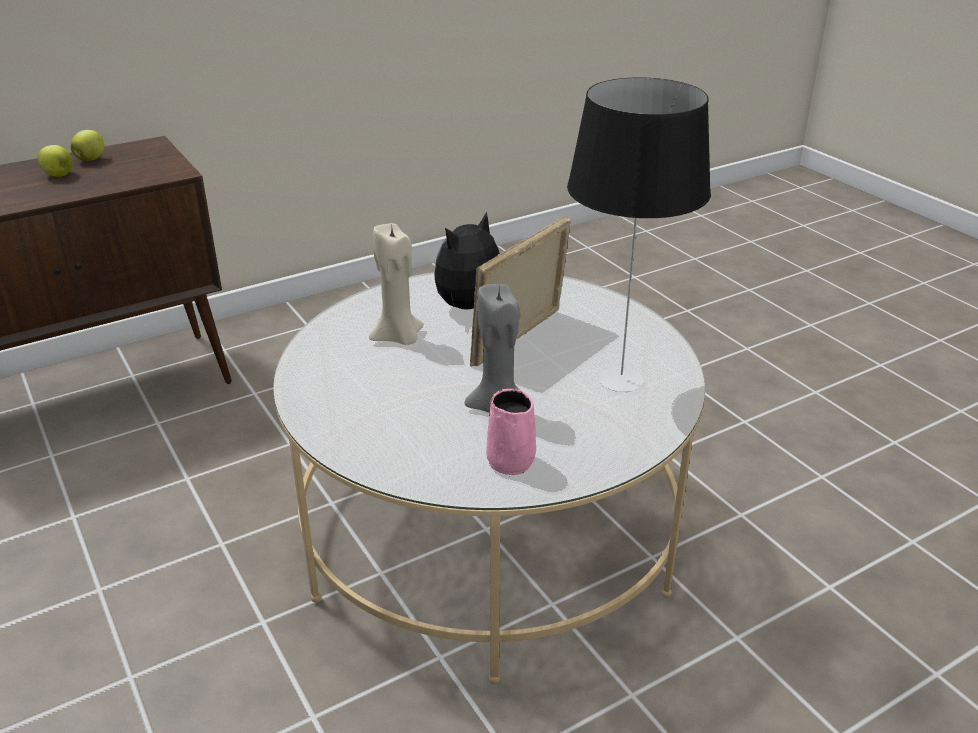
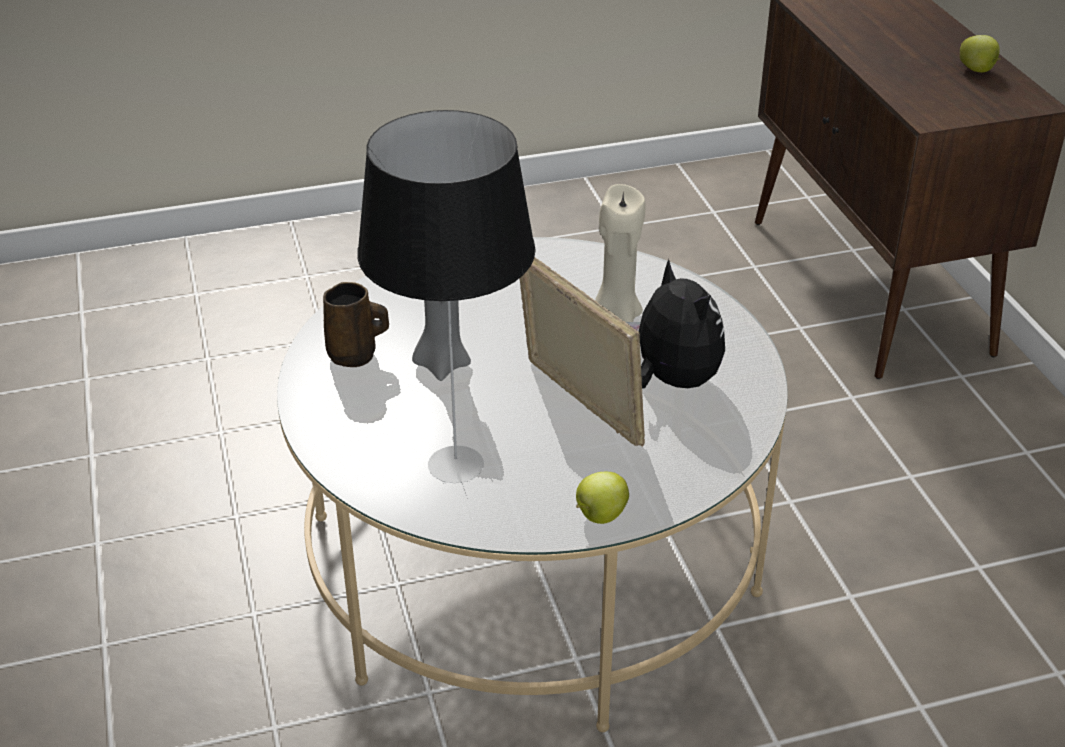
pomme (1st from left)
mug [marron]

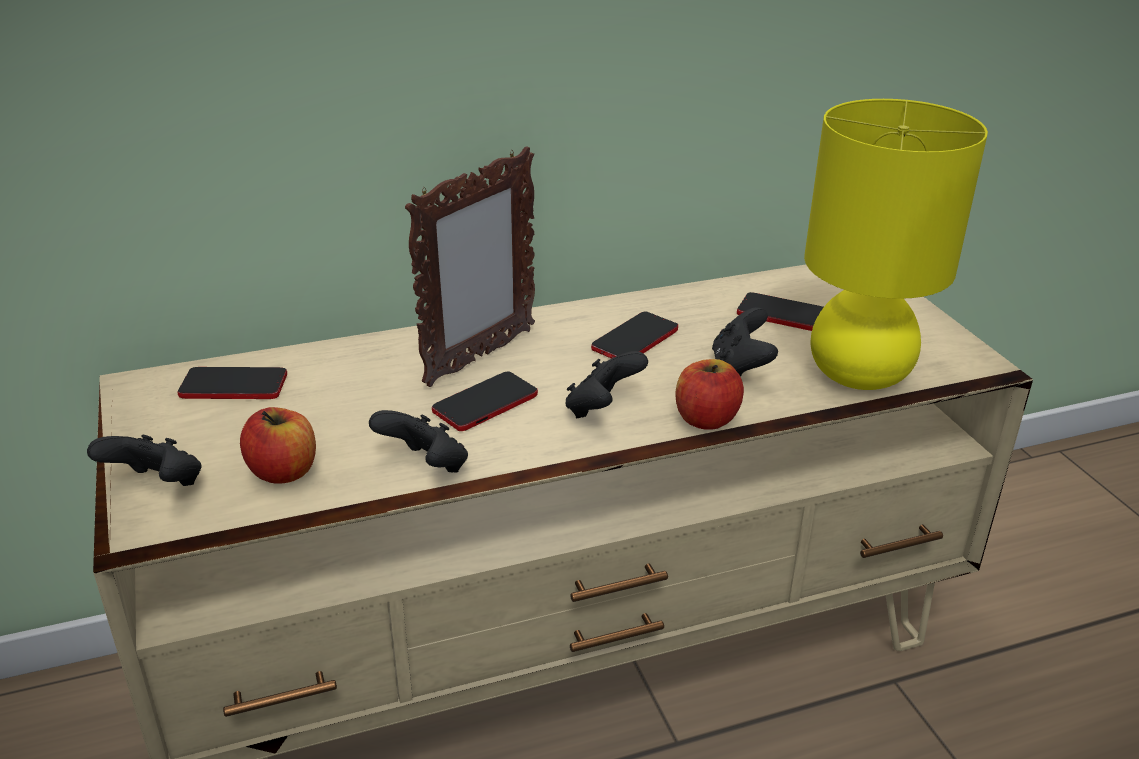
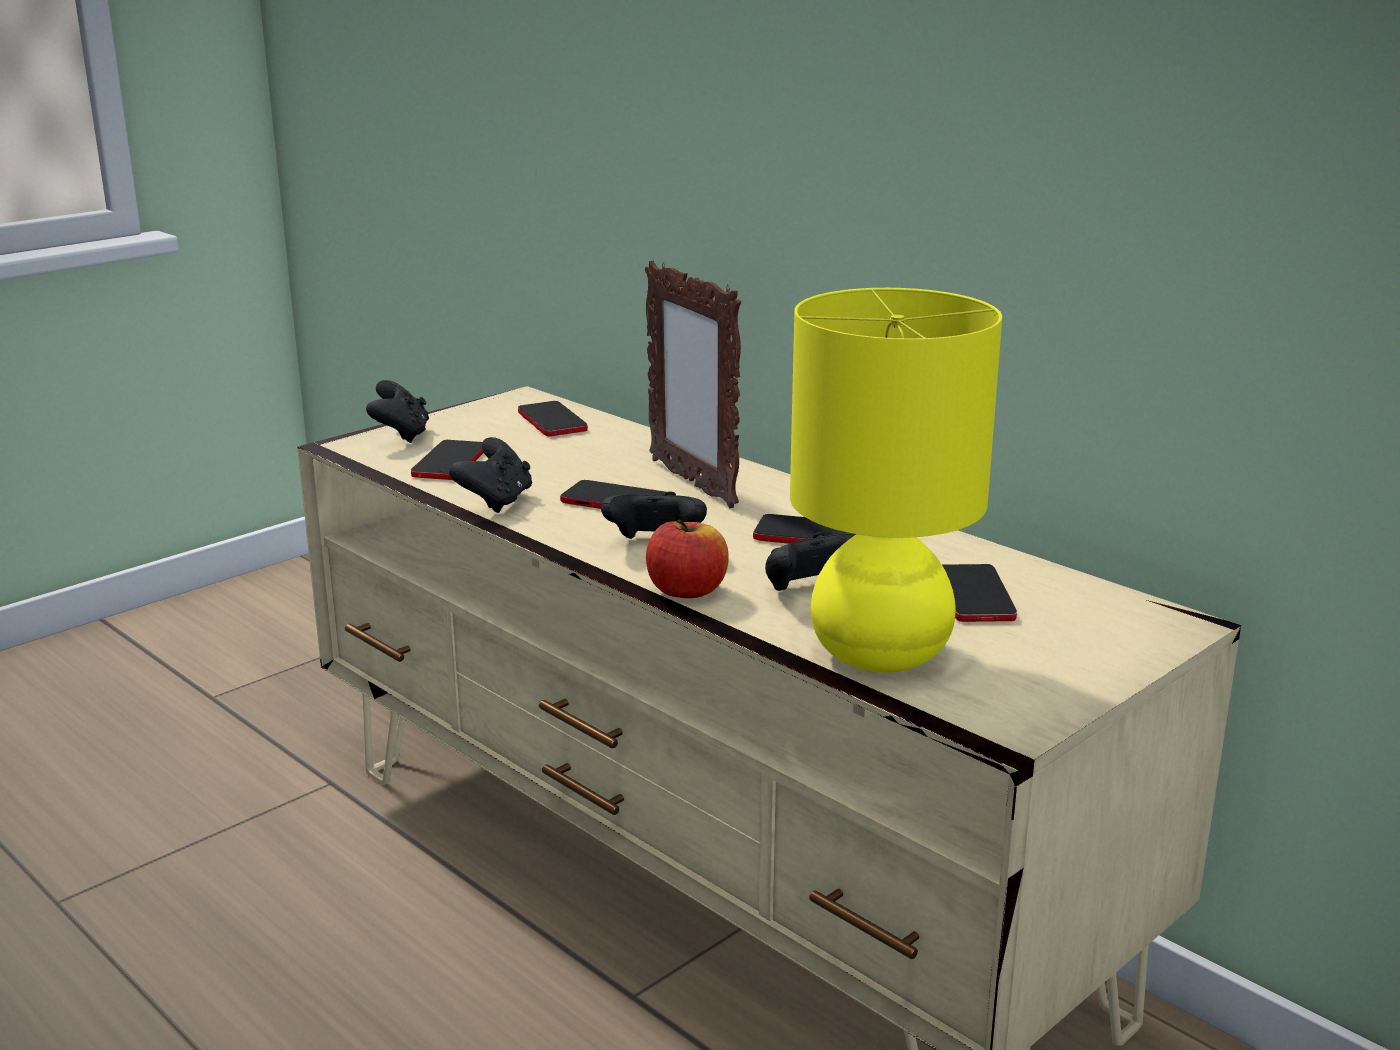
téléphone (1st from left)
cadre photo

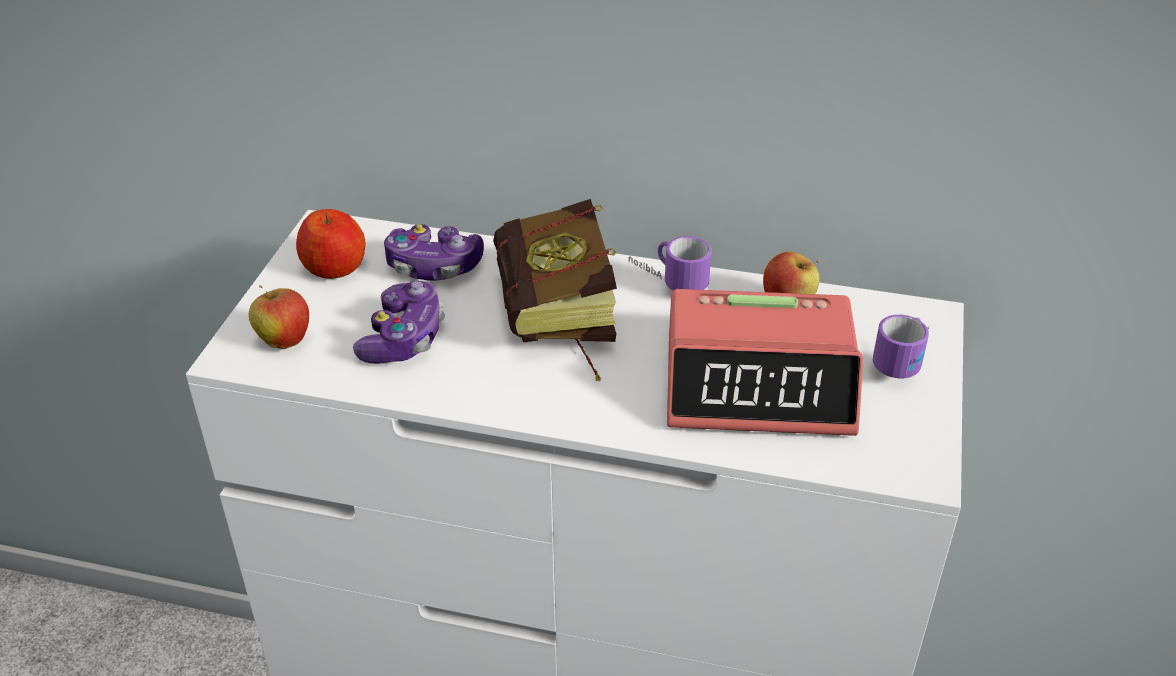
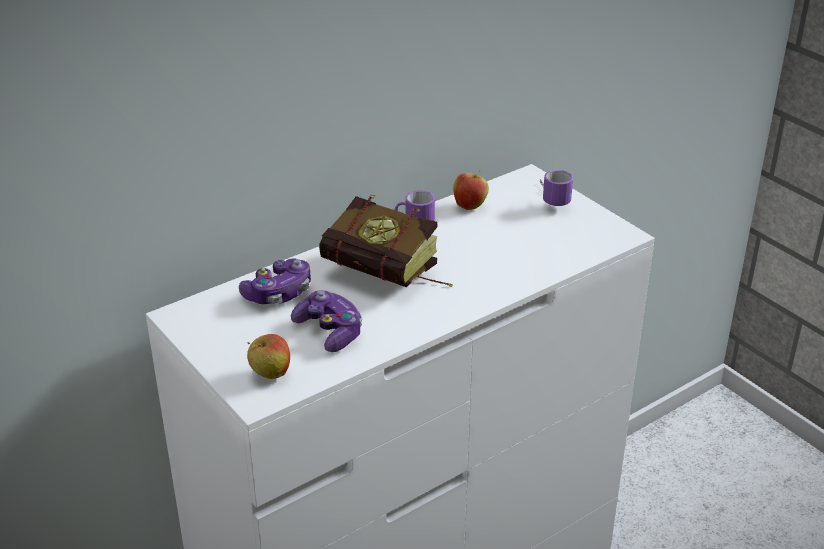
pomme (2nd from left in the first image)
réveil

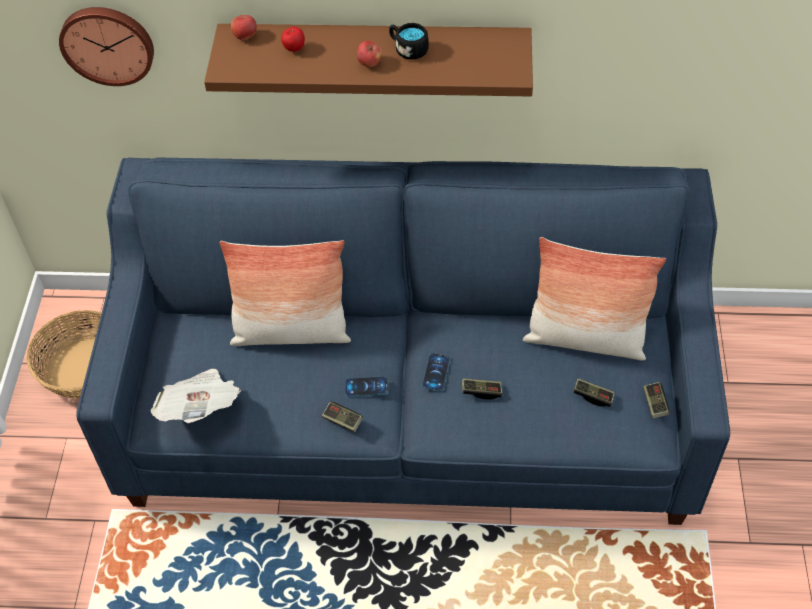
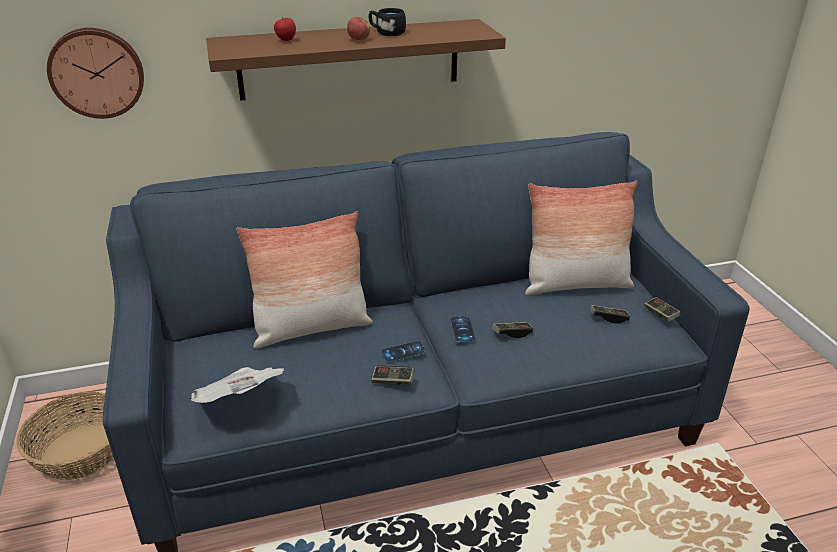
pomme (1st from left in the first image)

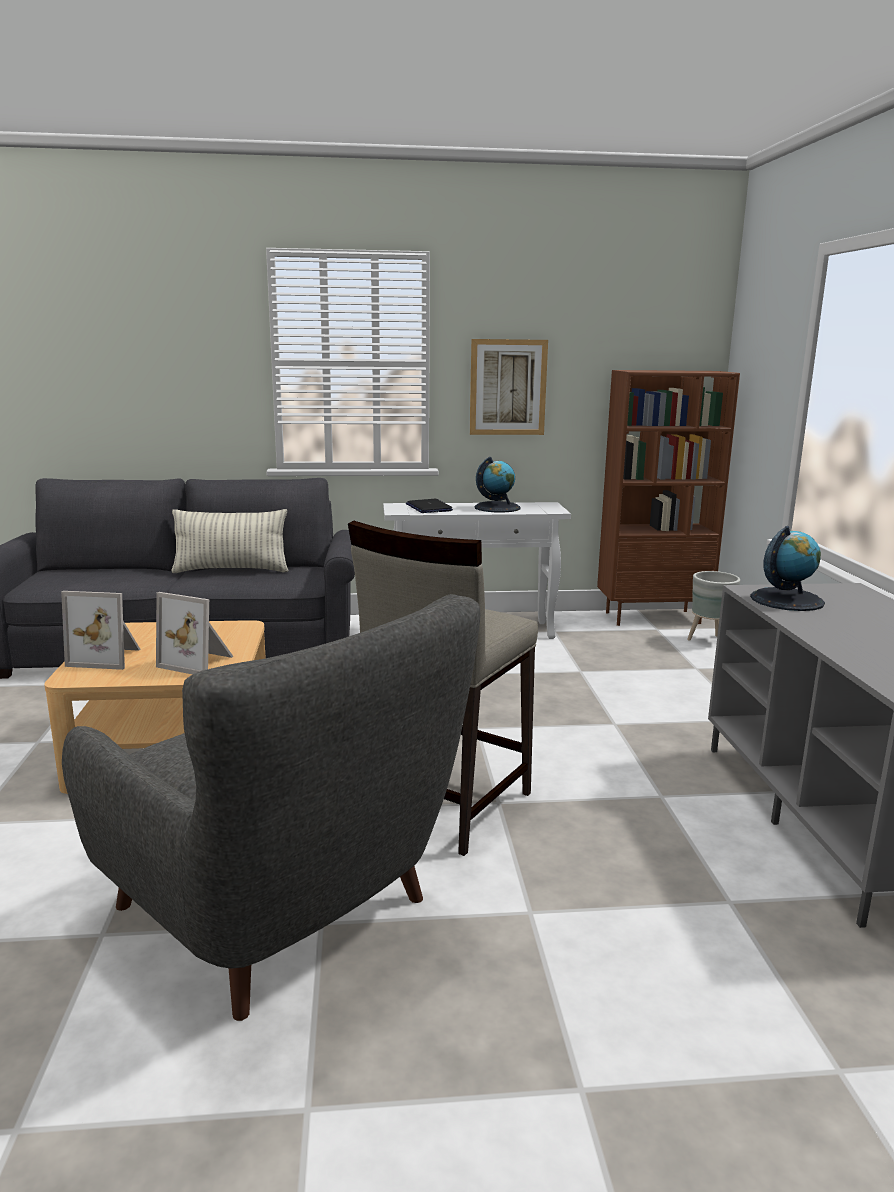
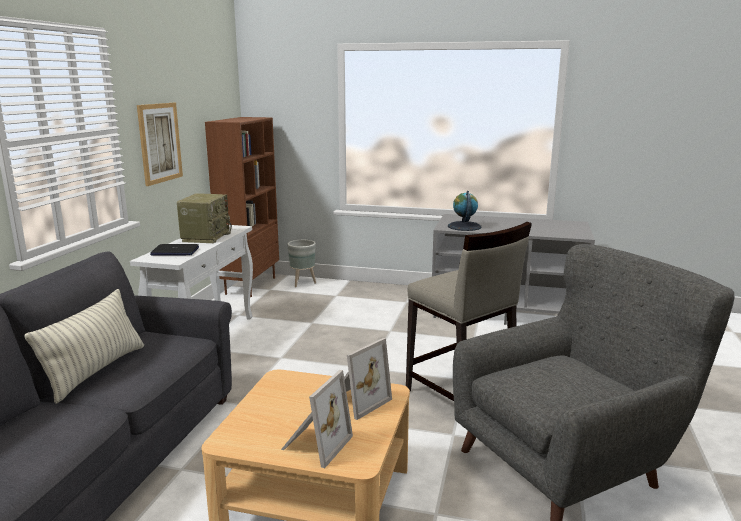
radio

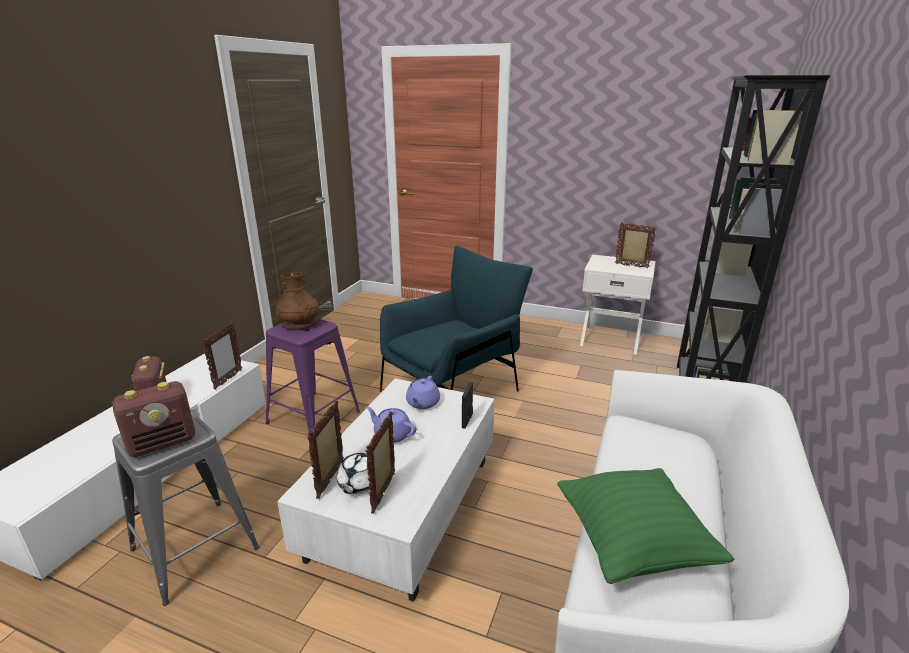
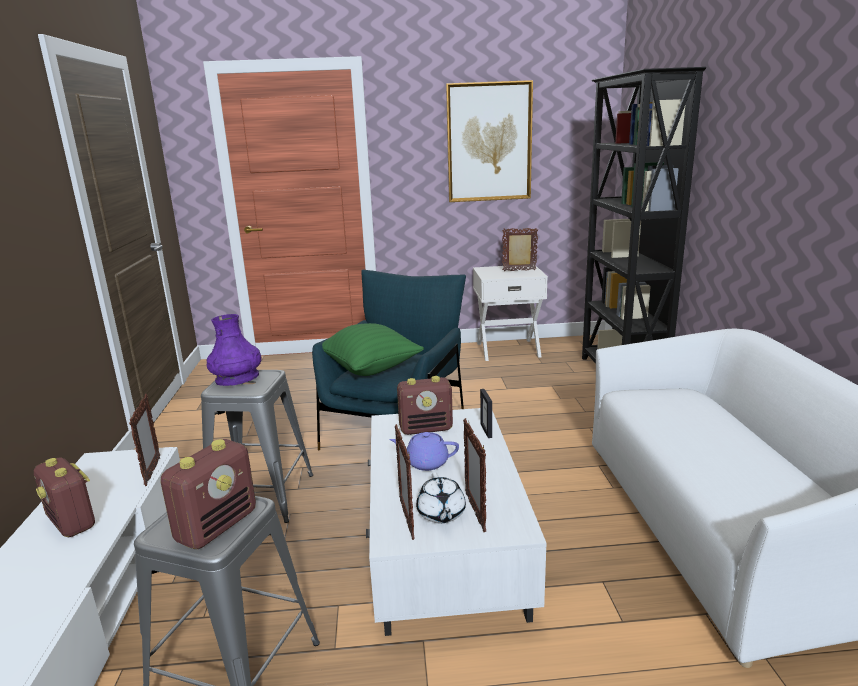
tableau
coussin [vert]
radio (3rd from left)
tabouret [gris] (2nd from left)
vase [violet]

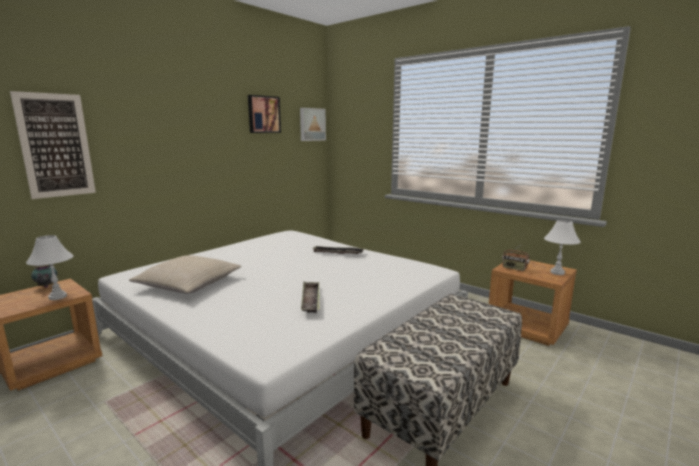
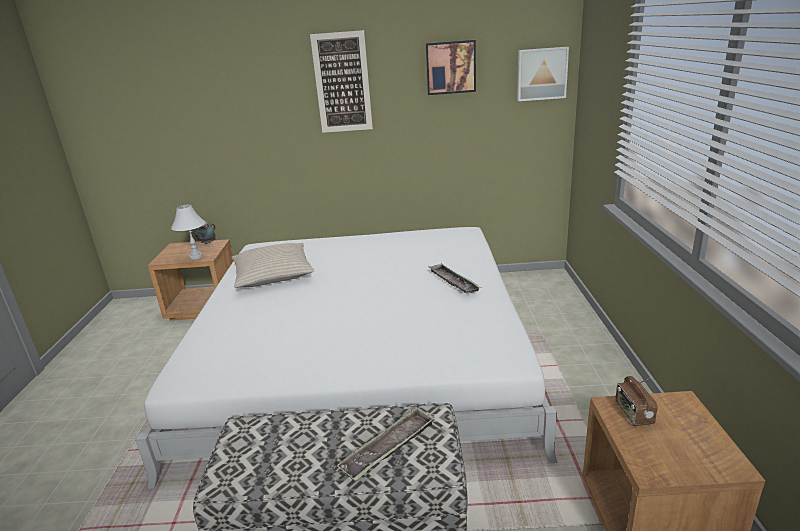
lampe de table [blanc] (2nd from left in the first image)
tableau (1st from left)
plateau (1st from left)

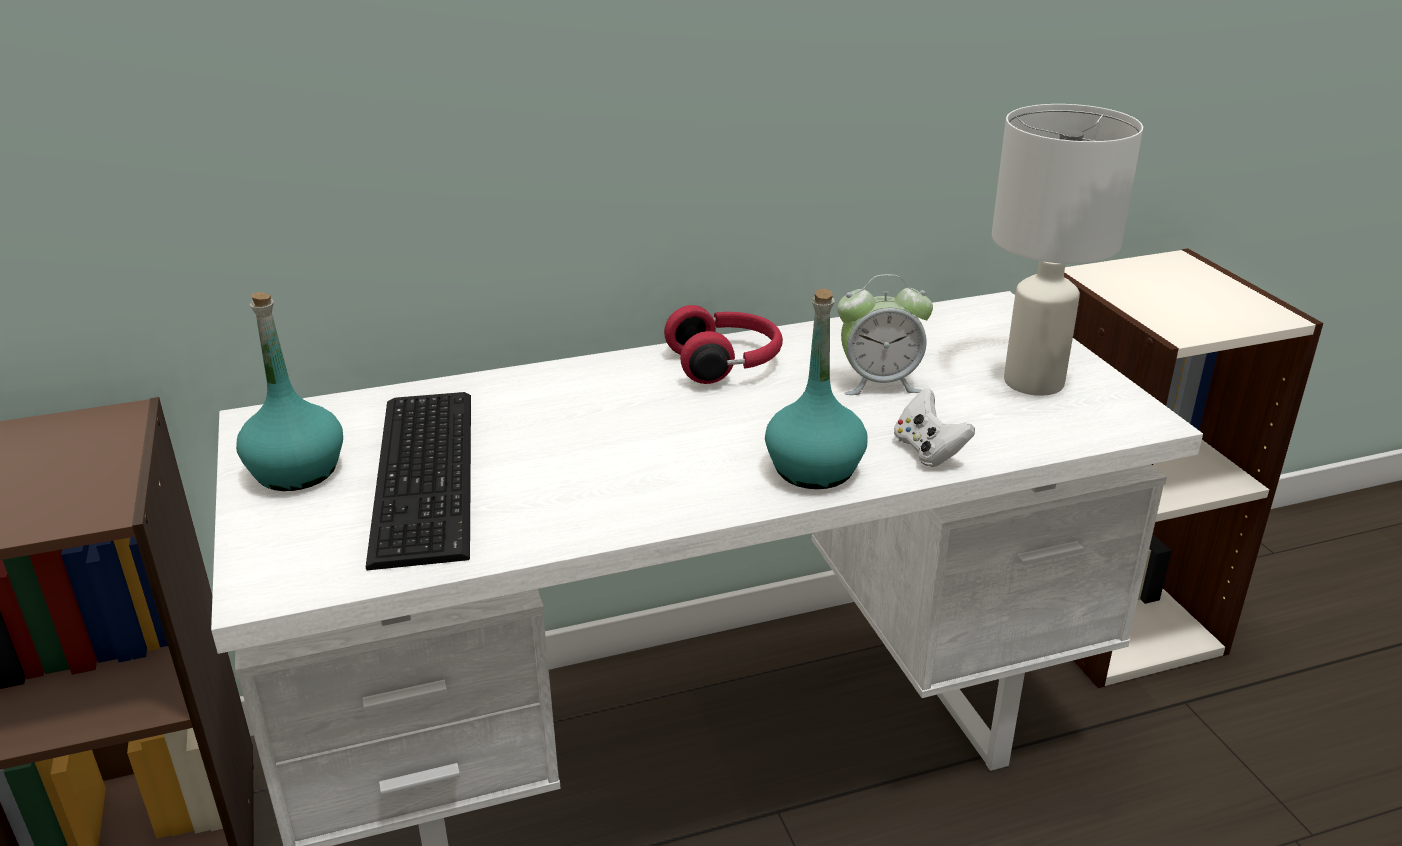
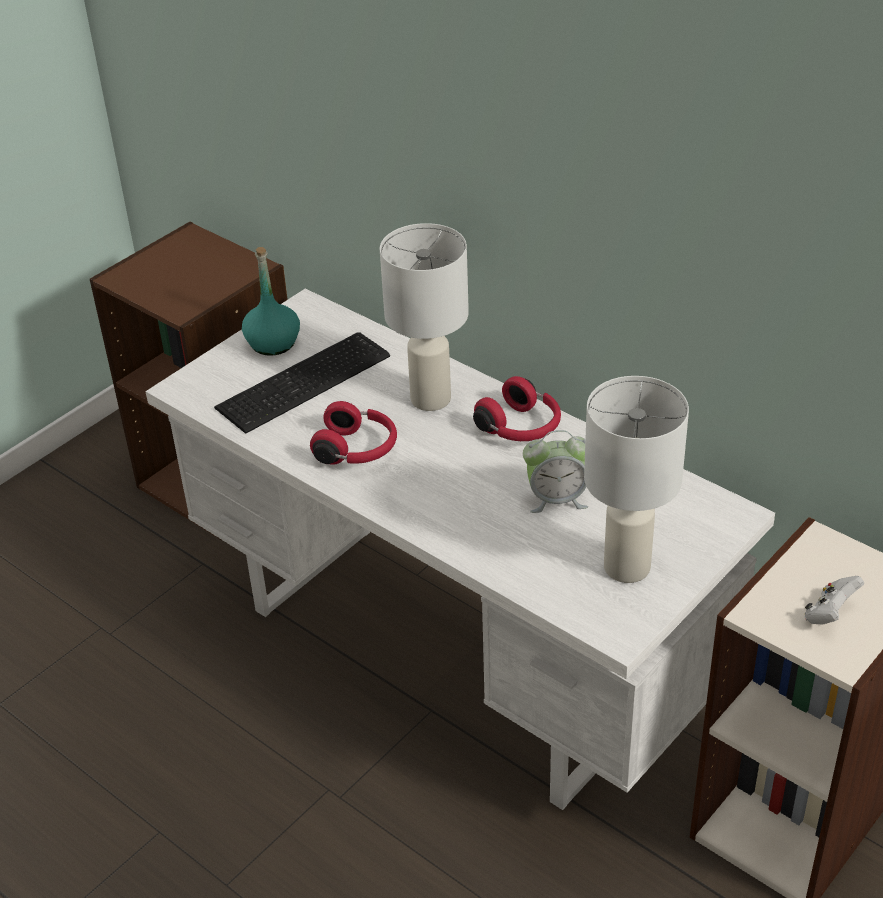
bouteille [turquoise] (2nd from left in the first image)
casque audio [rouge] (1st from left)
lampe de table [blanc] (1st from left)
manette [blanc]
réveil

